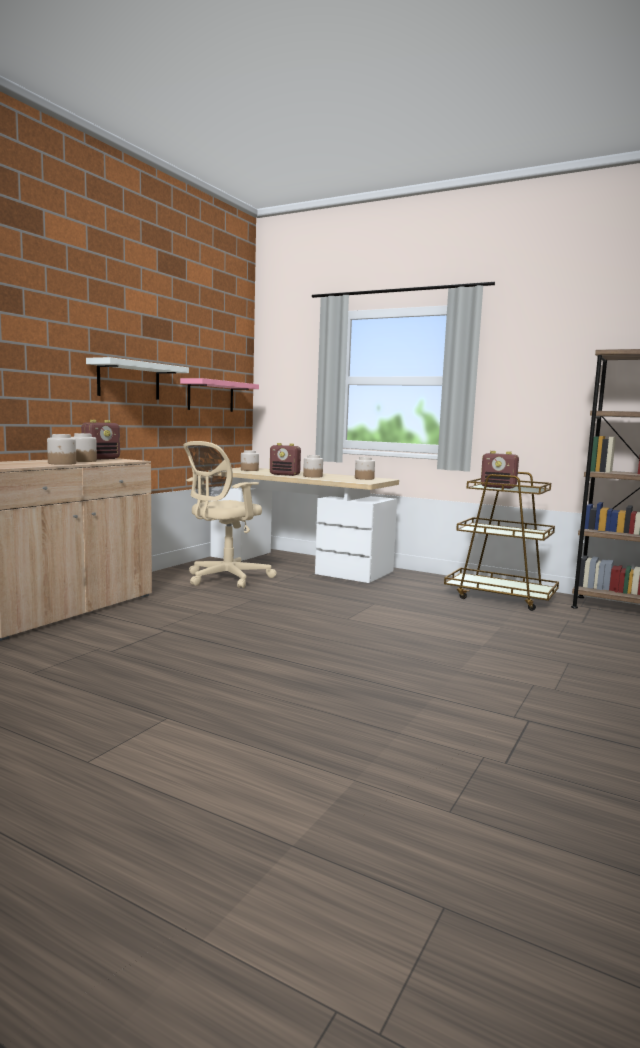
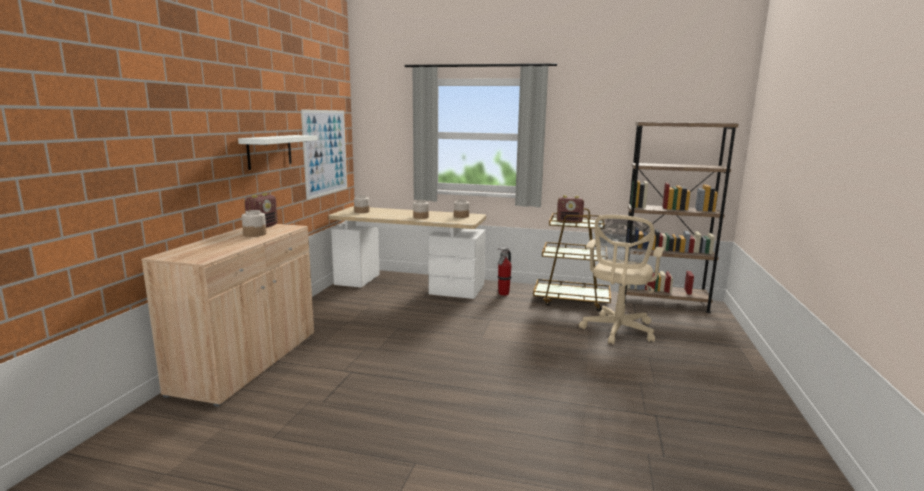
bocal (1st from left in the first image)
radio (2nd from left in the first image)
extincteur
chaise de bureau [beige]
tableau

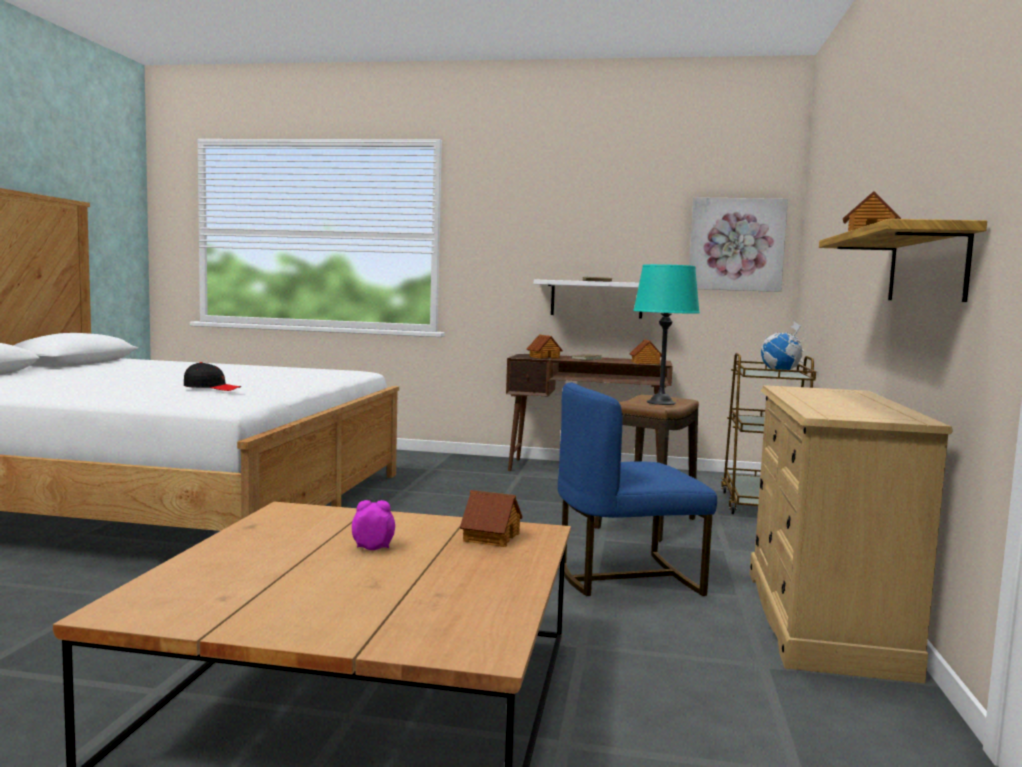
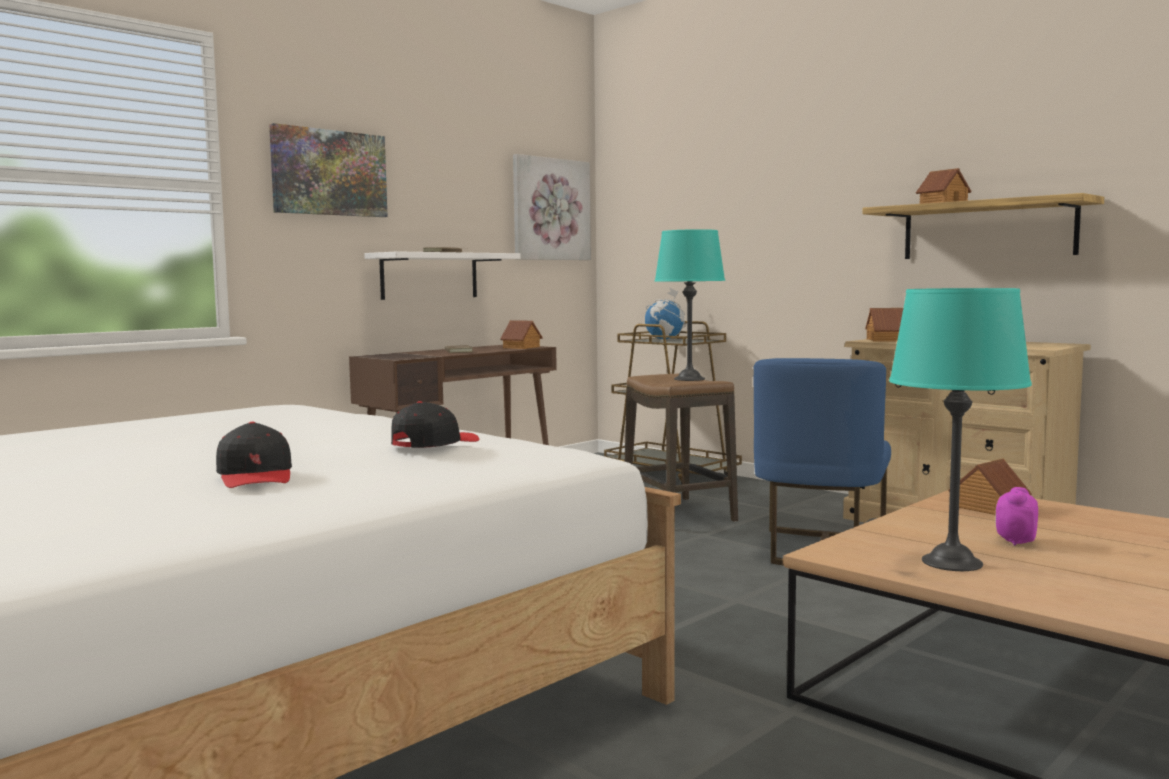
casquette [noir] (1st from left)
tableau (1st from left)
lampe de table [turquoise] (2nd from left)
maison miniature (2nd from left)

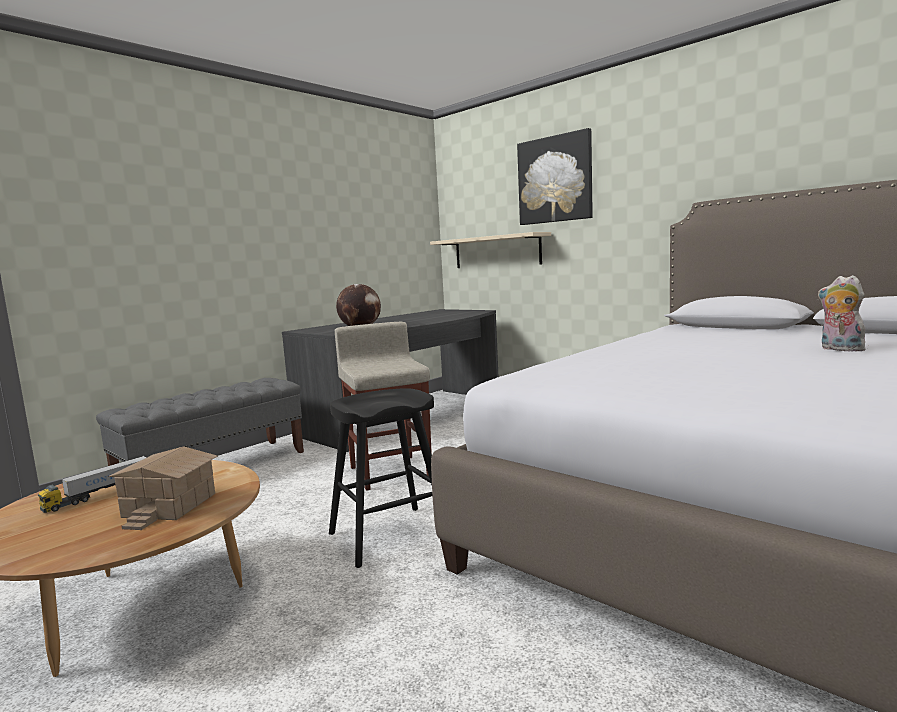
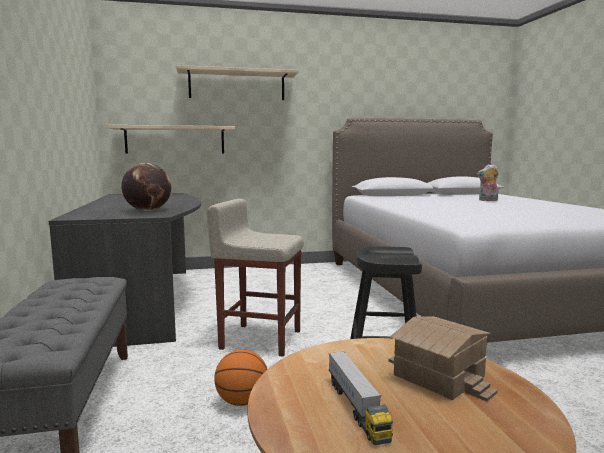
ballon de basket
étagère [beige] (2nd from left)

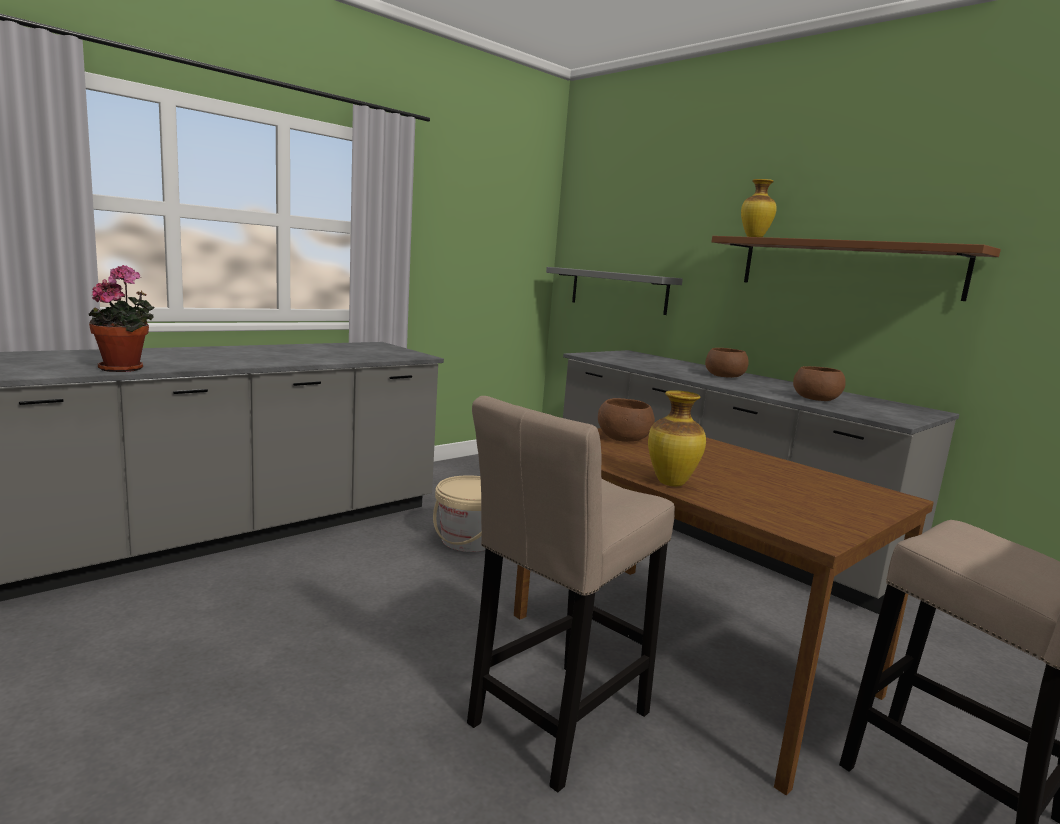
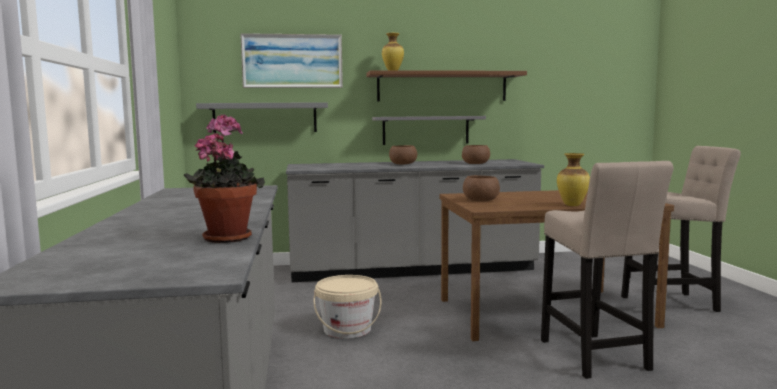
tableau
étagère [gris] (2nd from left)

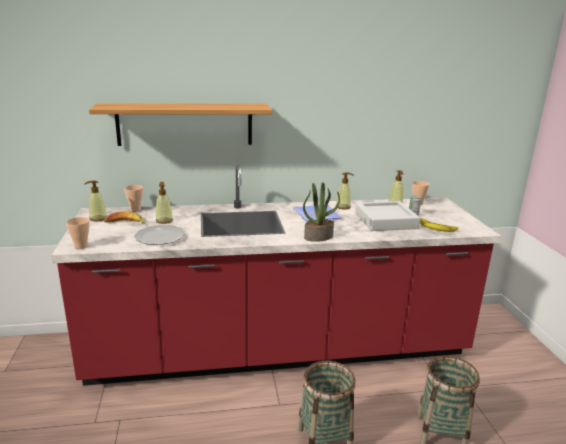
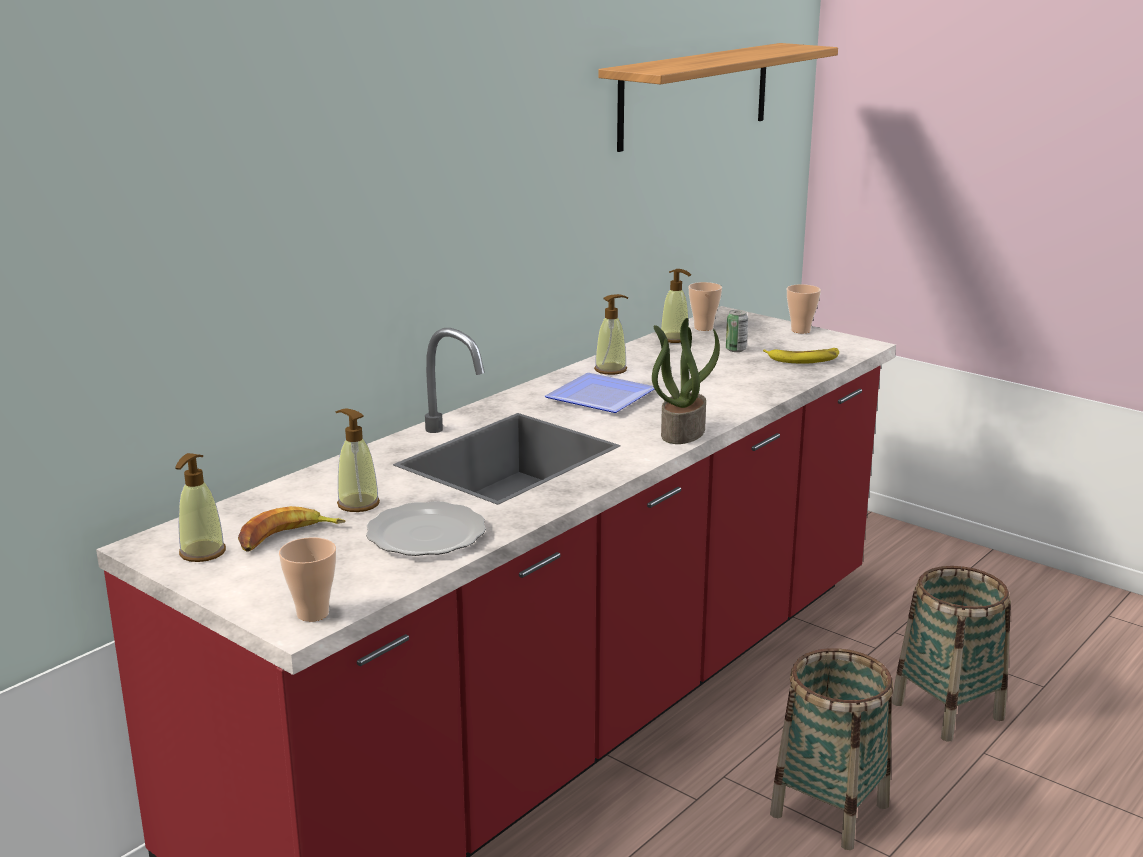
plateau [gris]
étagère
tasse (3rd from left)

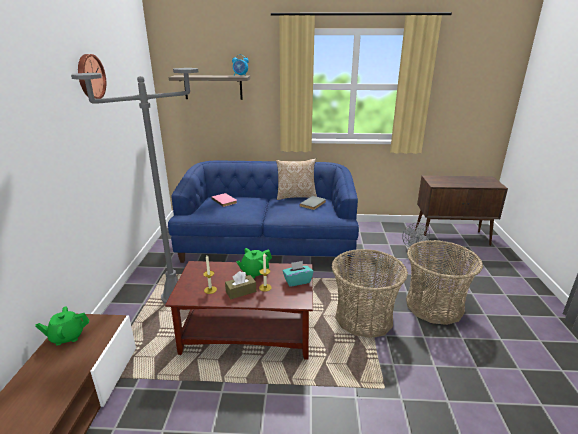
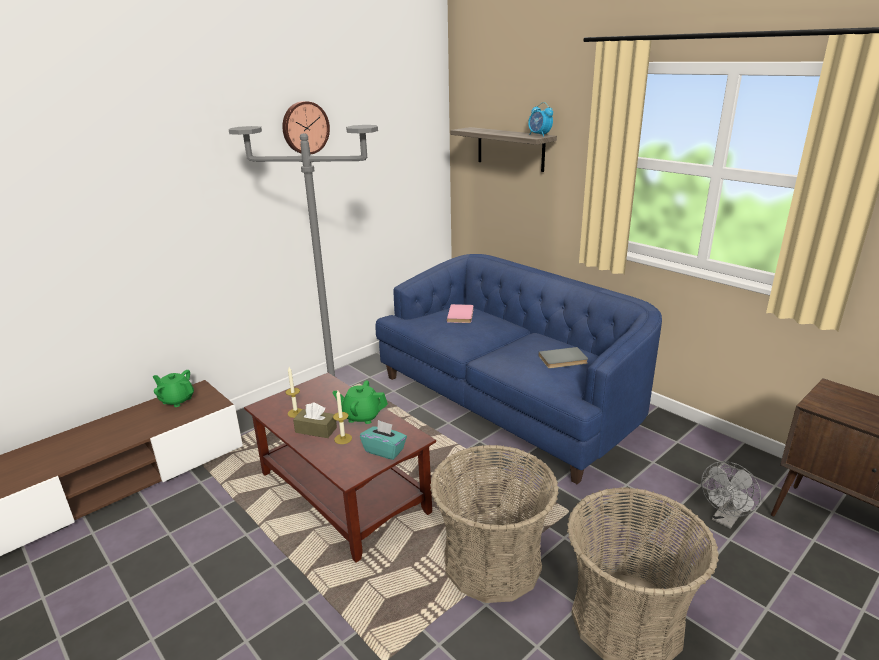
coussin

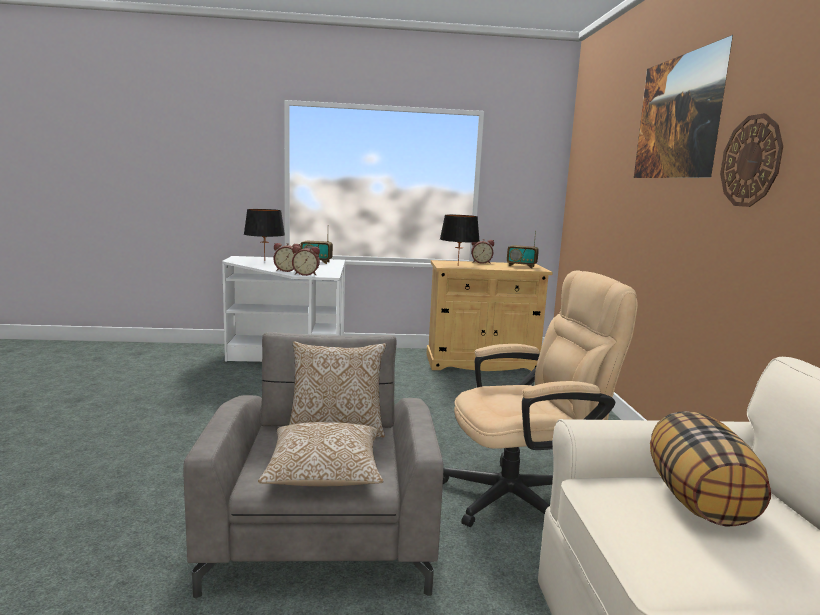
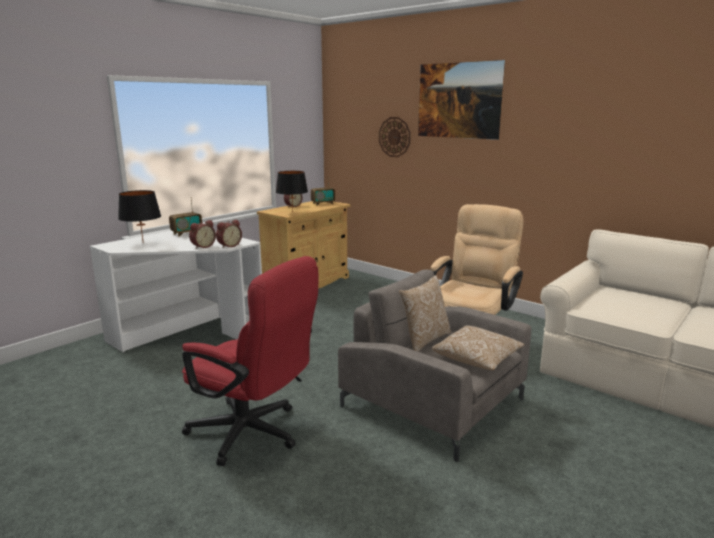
coussin (3rd from left in the first image)
chaise de bureau [rouge]
horloge murale

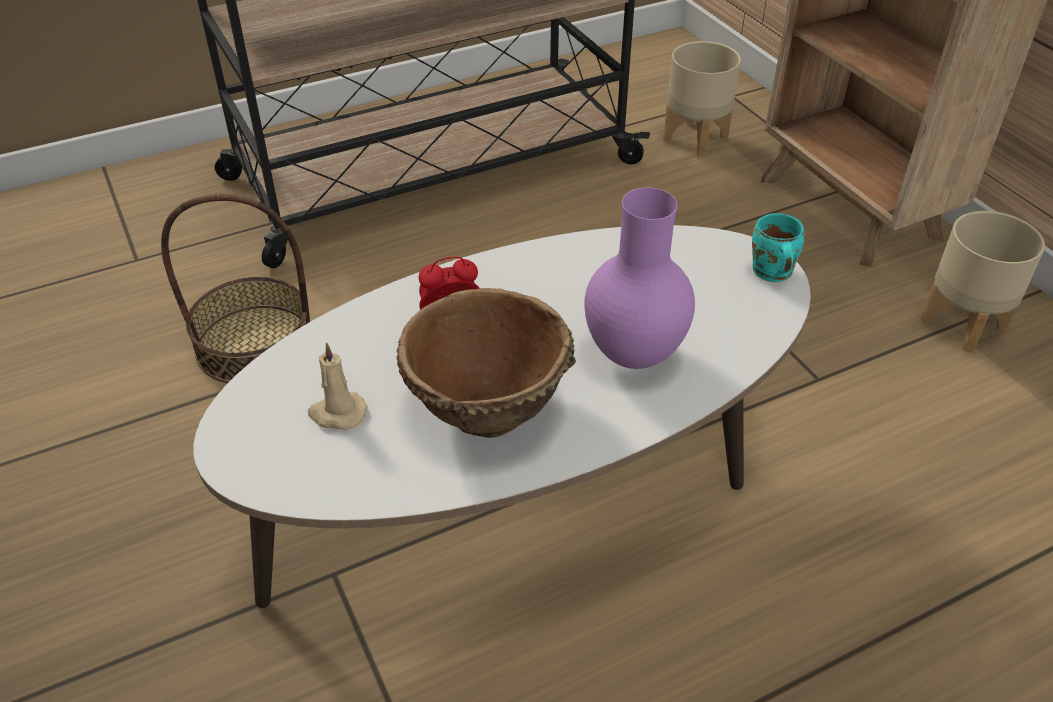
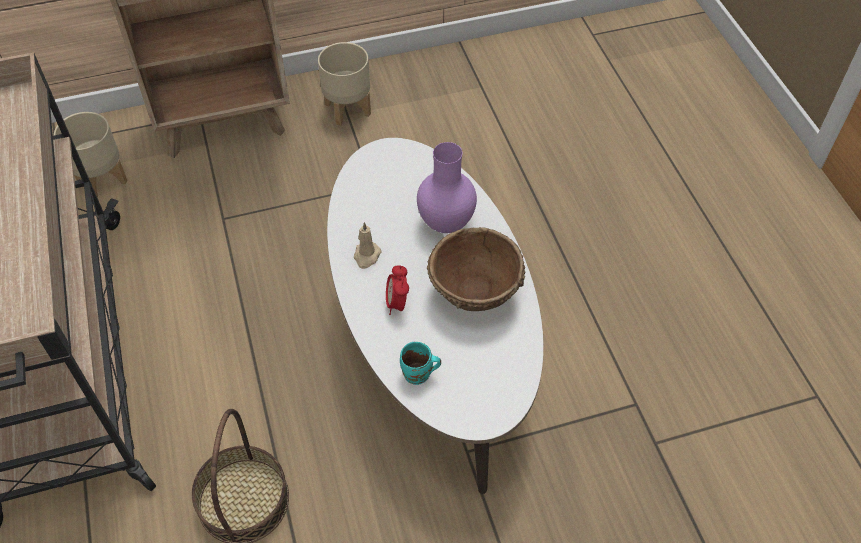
bougie [beige]
mug [turquoise]

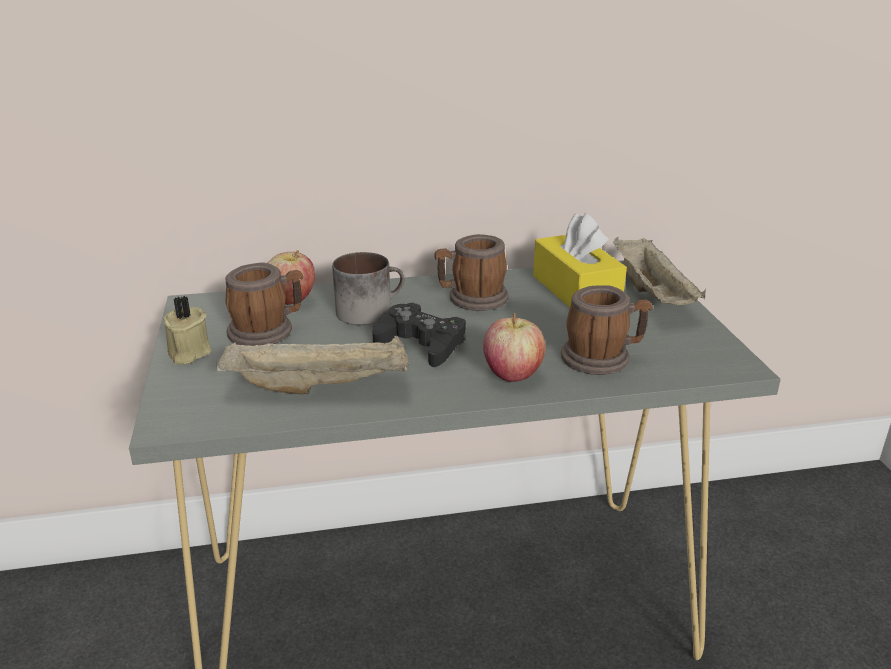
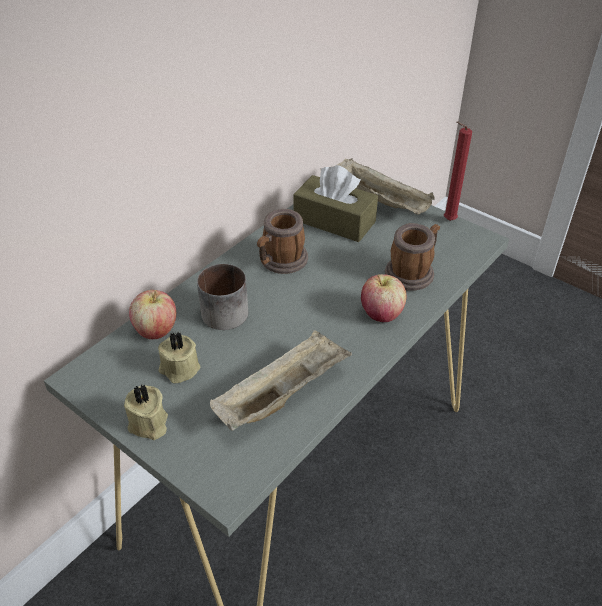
manette [noir]
bougie [rouge]
bougie [beige] (2nd from left)
boîte à mouchoirs [marron]

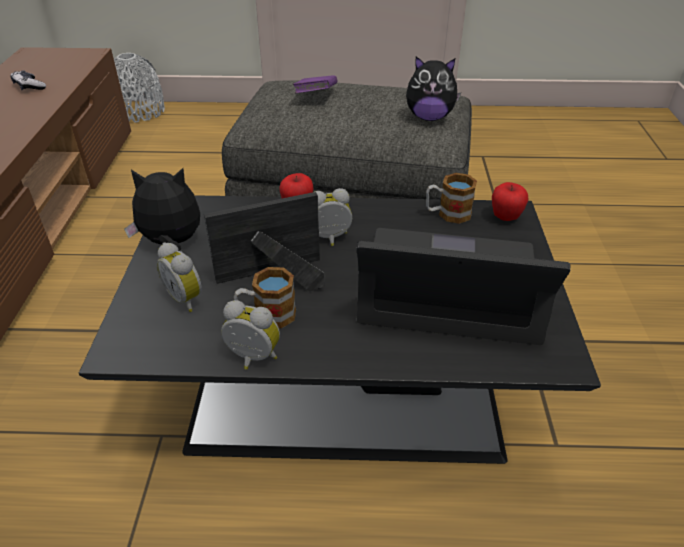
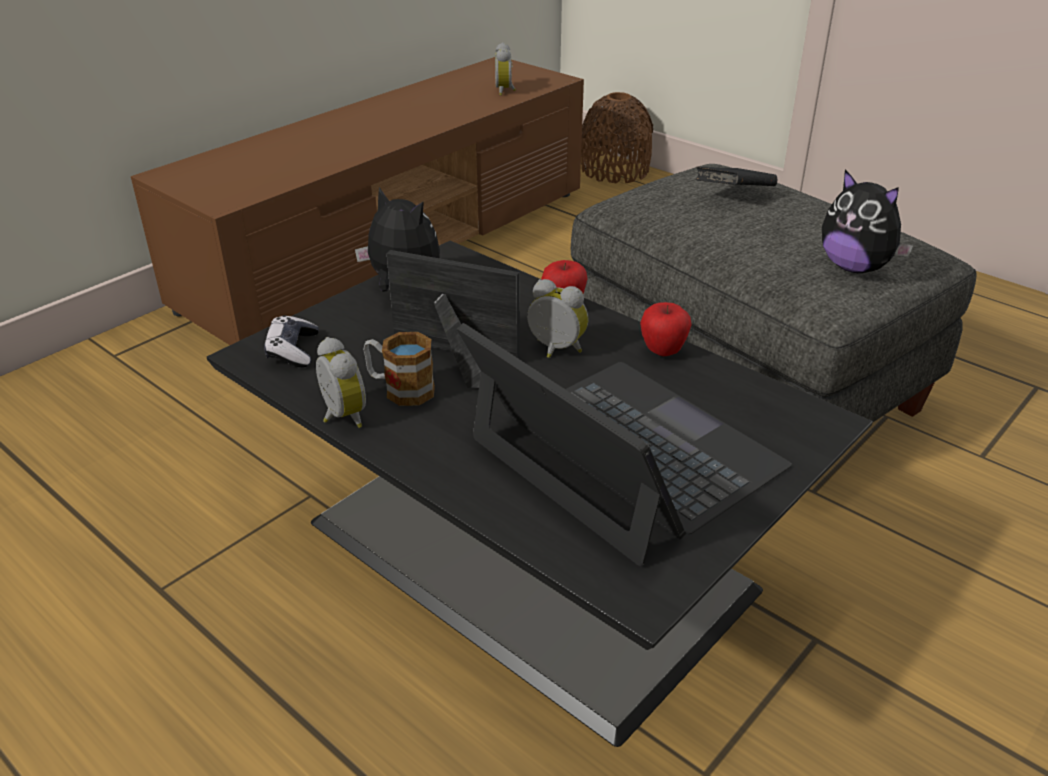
mug (2nd from left in the first image)
manette
réveil (2nd from left)
pomme (2nd from left)
vase [marron]
livre [noir]

